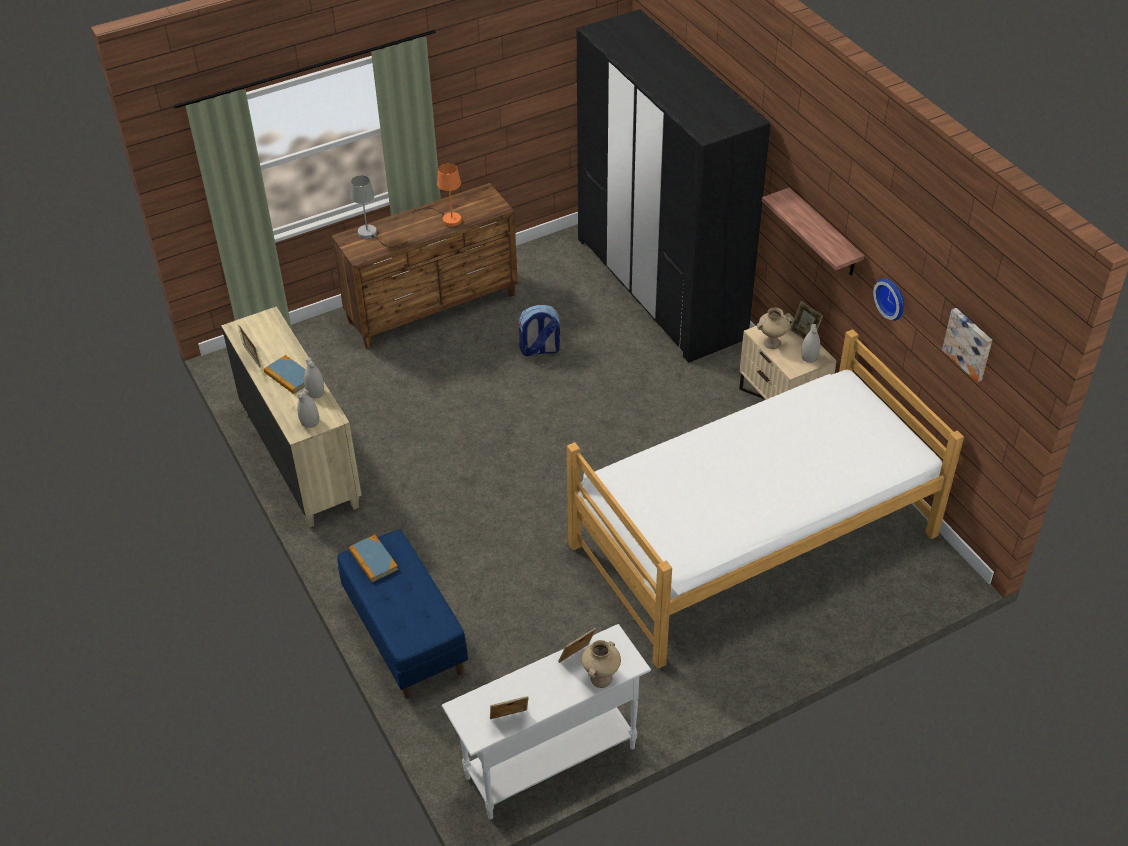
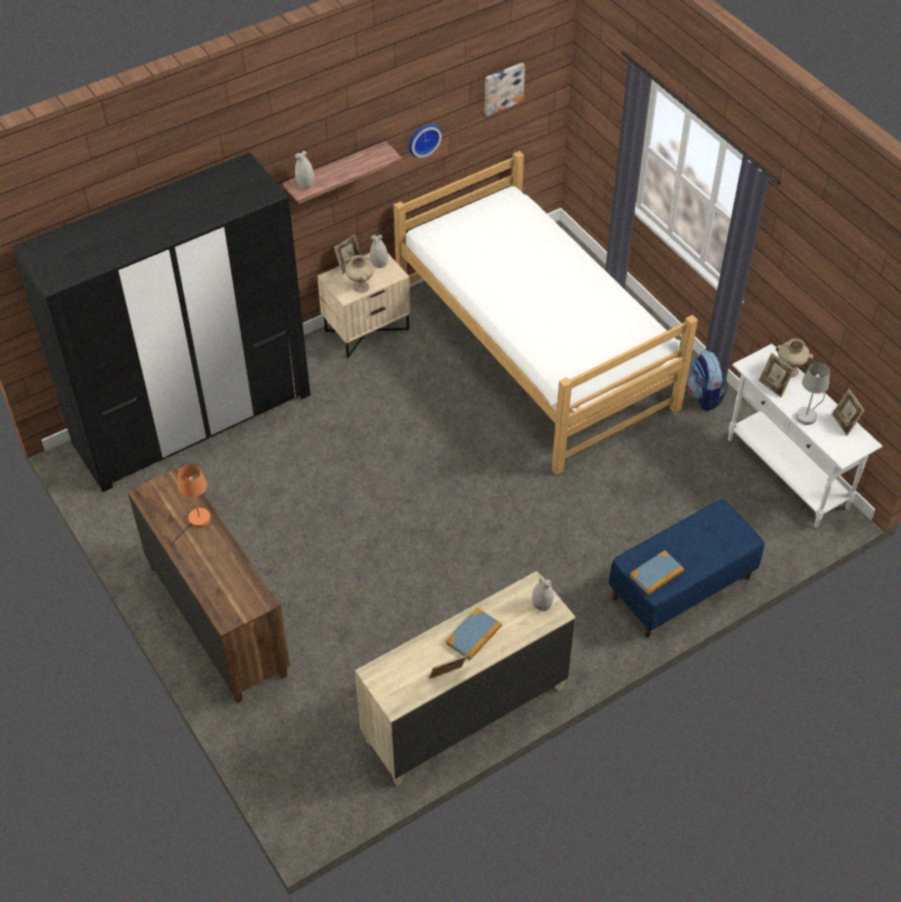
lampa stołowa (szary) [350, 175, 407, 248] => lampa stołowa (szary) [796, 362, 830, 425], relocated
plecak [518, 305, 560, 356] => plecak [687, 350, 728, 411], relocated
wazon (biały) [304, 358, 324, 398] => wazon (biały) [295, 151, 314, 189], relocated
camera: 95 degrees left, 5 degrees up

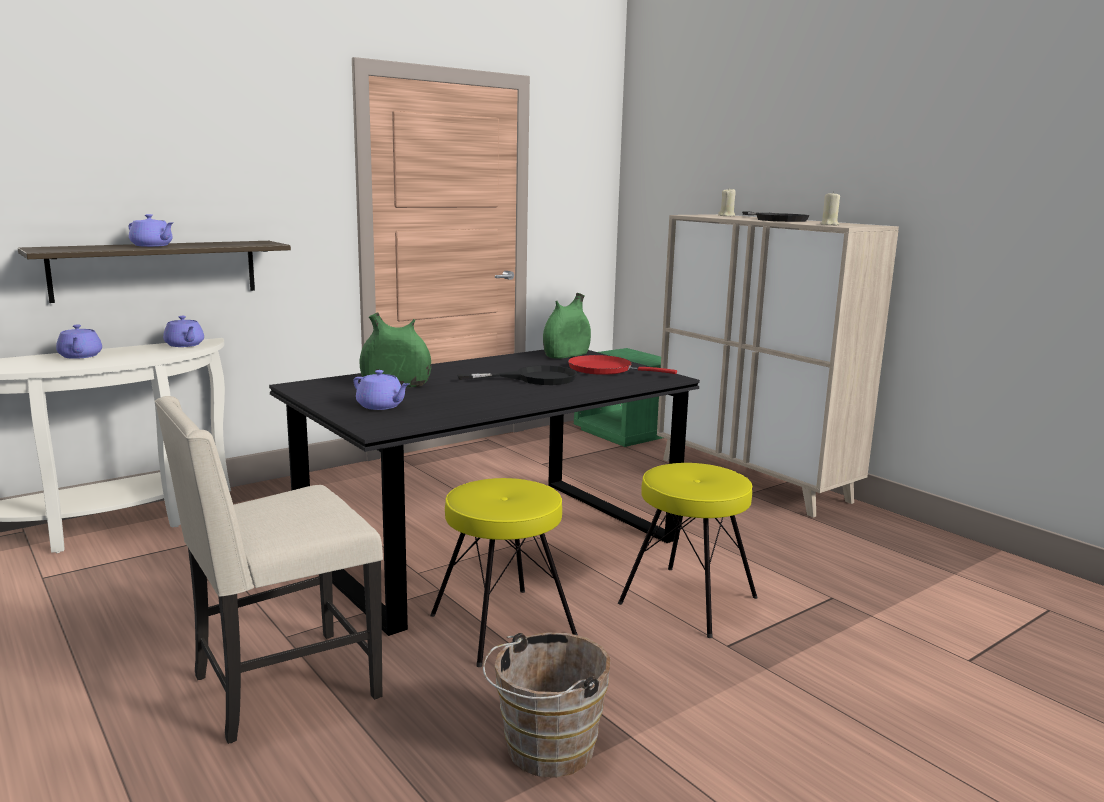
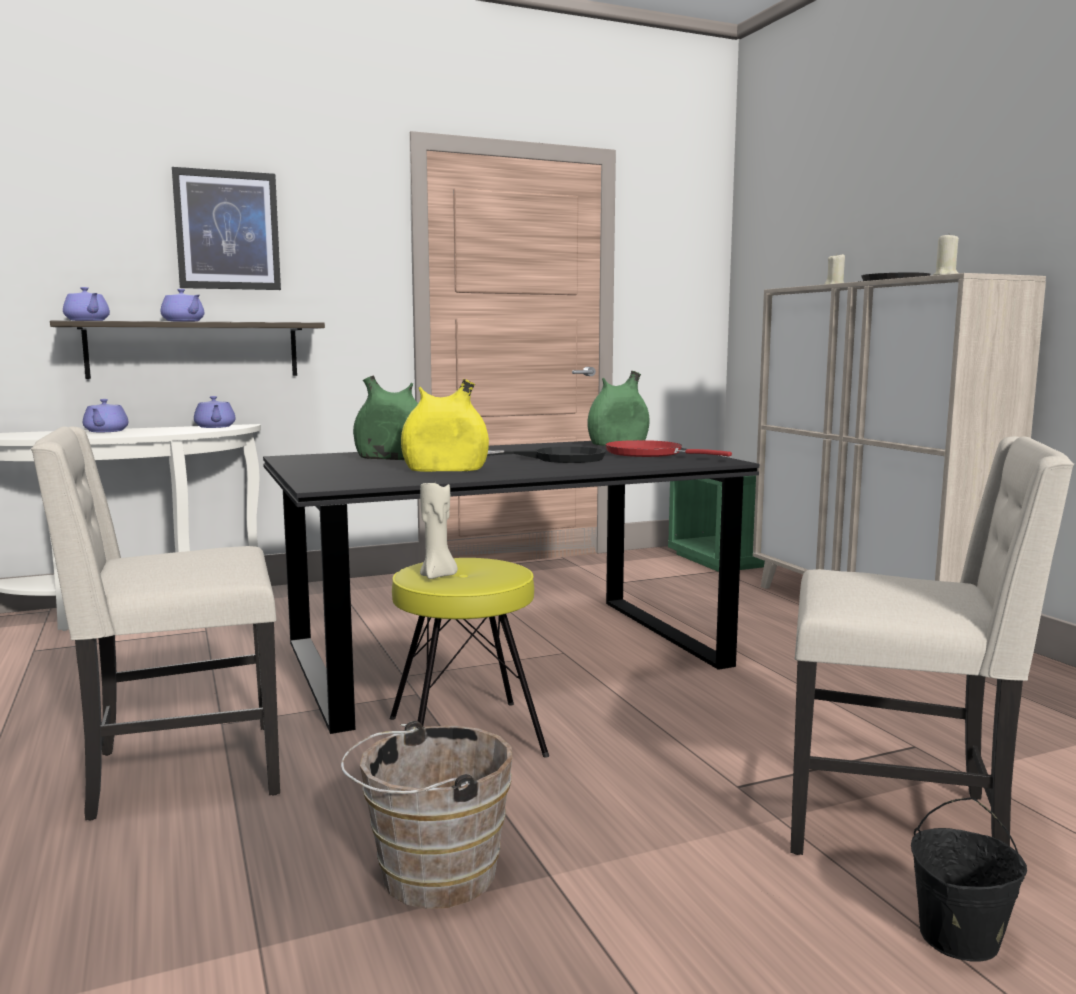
imbryk (fioletowy) [354, 370, 409, 410] => imbryk (fioletowy) [63, 287, 110, 321], relocated
stołek (żółty) [618, 463, 758, 638] => nothing
nothing => obraz [172, 167, 281, 290]
nothing => wazon (żółty) [401, 379, 489, 472]
nothing => krzesło (beżowy) [790, 436, 1074, 855]
nothing => świeca (beżowy) [420, 482, 458, 579]
nothing => wiadro (czarny) [911, 797, 1027, 962]
camera: 15 degrees right, 5 degrees down

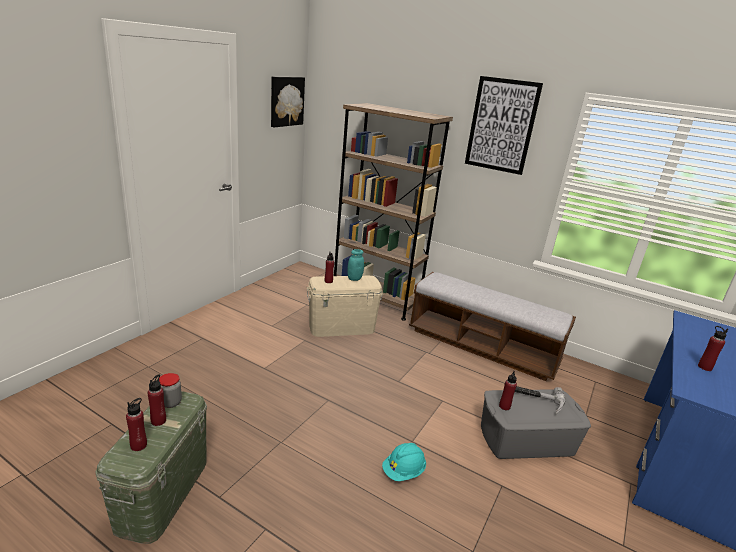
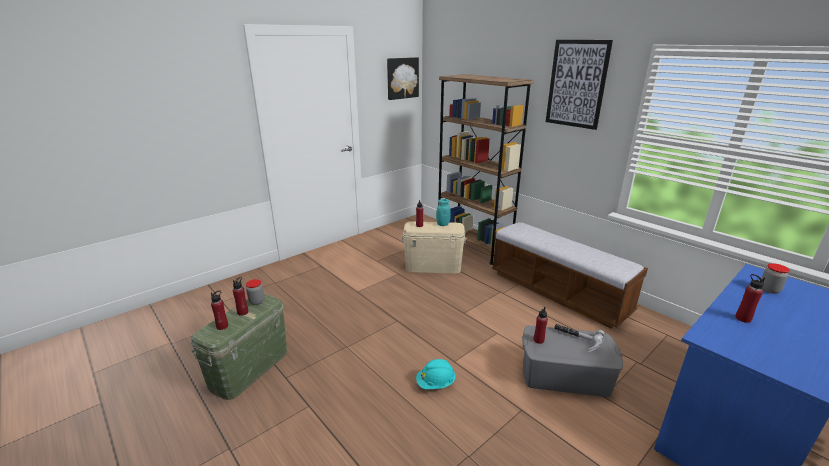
nothing => słoik [761, 263, 790, 294]
camera: 20 degrees right, 0 degrees up

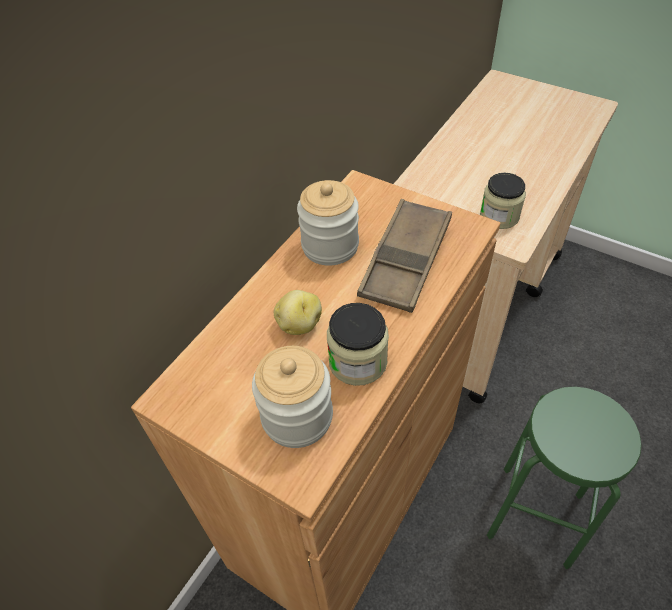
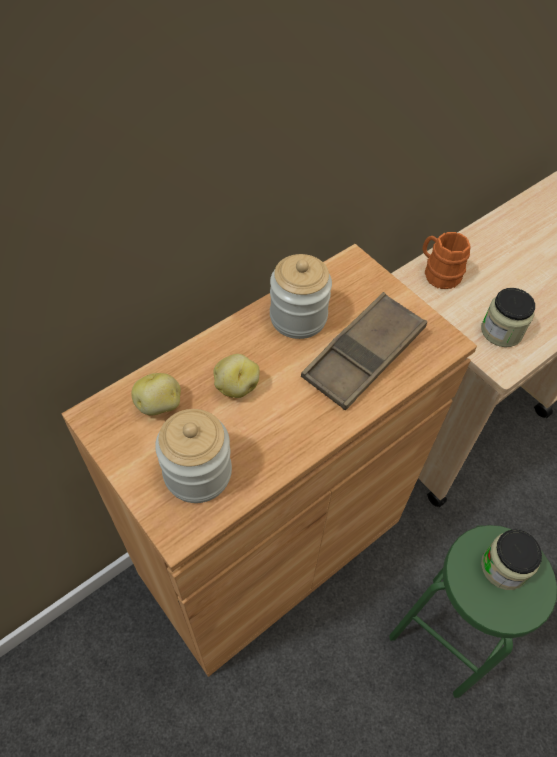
słoik [327, 303, 389, 386] => słoik [481, 529, 542, 590], relocated
nothing => kubek (pomarańczowy) [423, 232, 471, 289]
nothing => ziemniak [131, 373, 181, 415]
camera: 15 degrees right, 5 degrees up

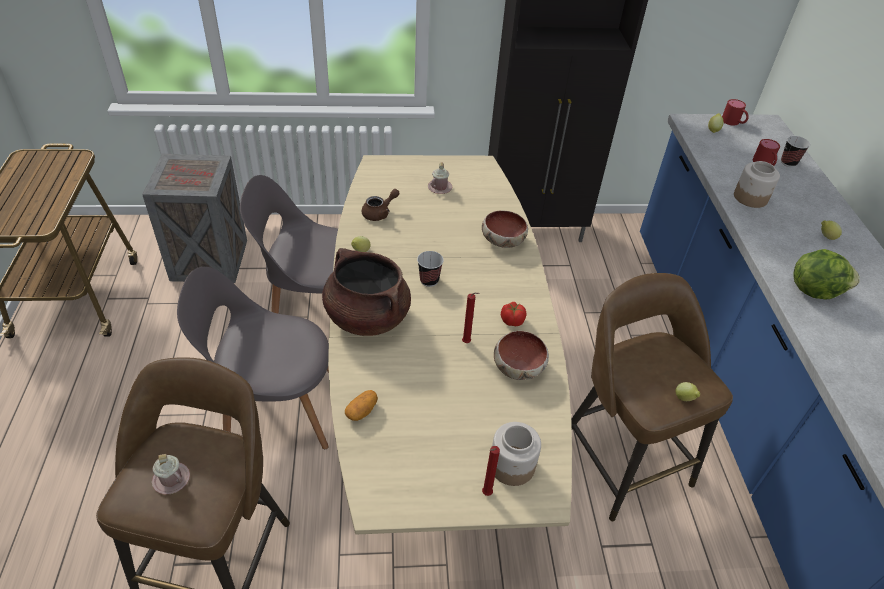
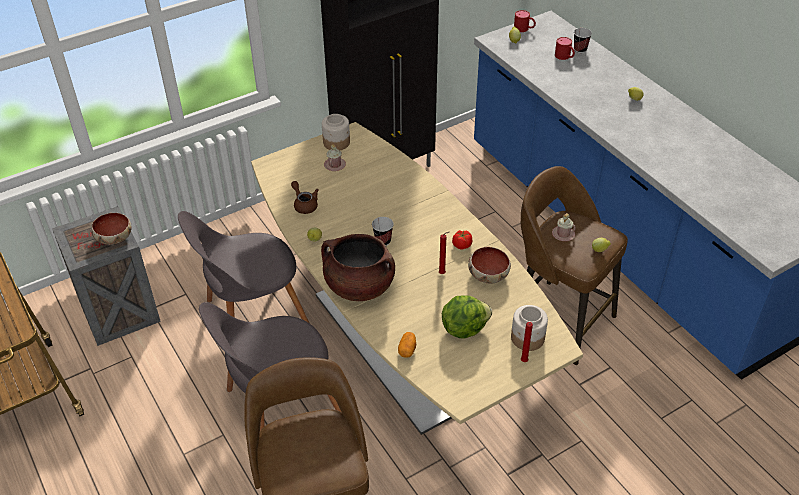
słoik [734, 161, 780, 208] => słoik [322, 114, 350, 150], relocated
imbryk (brązowy) [362, 189, 400, 221] => imbryk (brązowy) [291, 181, 319, 214], 60 degrees counterclockwise
miska [482, 210, 528, 248] => miska [91, 213, 132, 245], relocated
sałata [794, 249, 860, 299] => sałata [442, 295, 492, 339], relocated
kubek (różowy) [152, 454, 190, 494] => kubek (różowy) [552, 213, 576, 241], relocated
camera: 25 degrees left, 0 degrees up

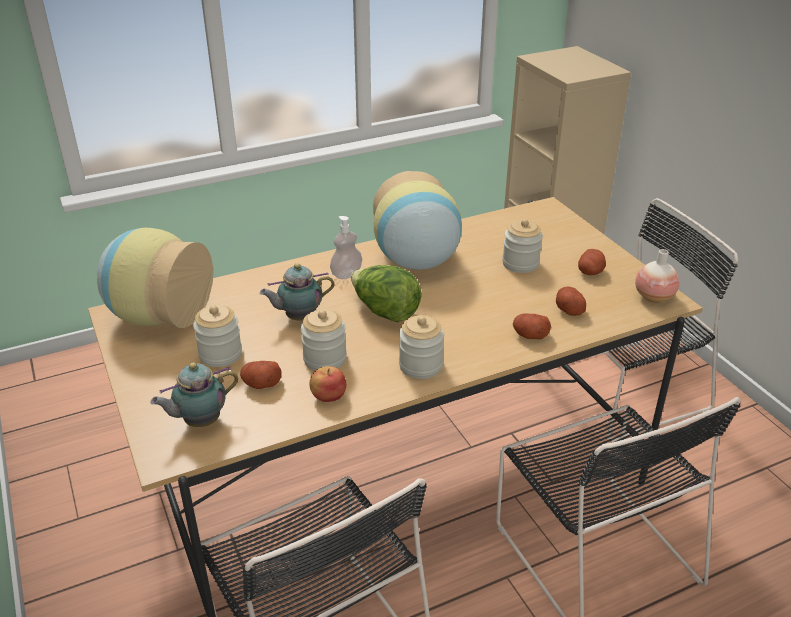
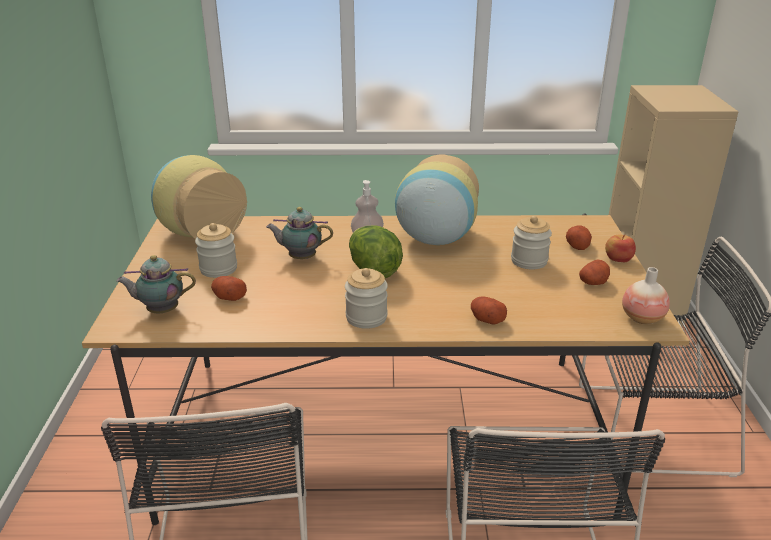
ziemniak [556, 287, 586, 316] => ziemniak [566, 225, 592, 250], relocated
słoik [301, 309, 347, 371] => nothing
jabłko [309, 366, 346, 402] => jabłko [605, 235, 636, 262], relocated
camera: 25 degrees right, 5 degrees down

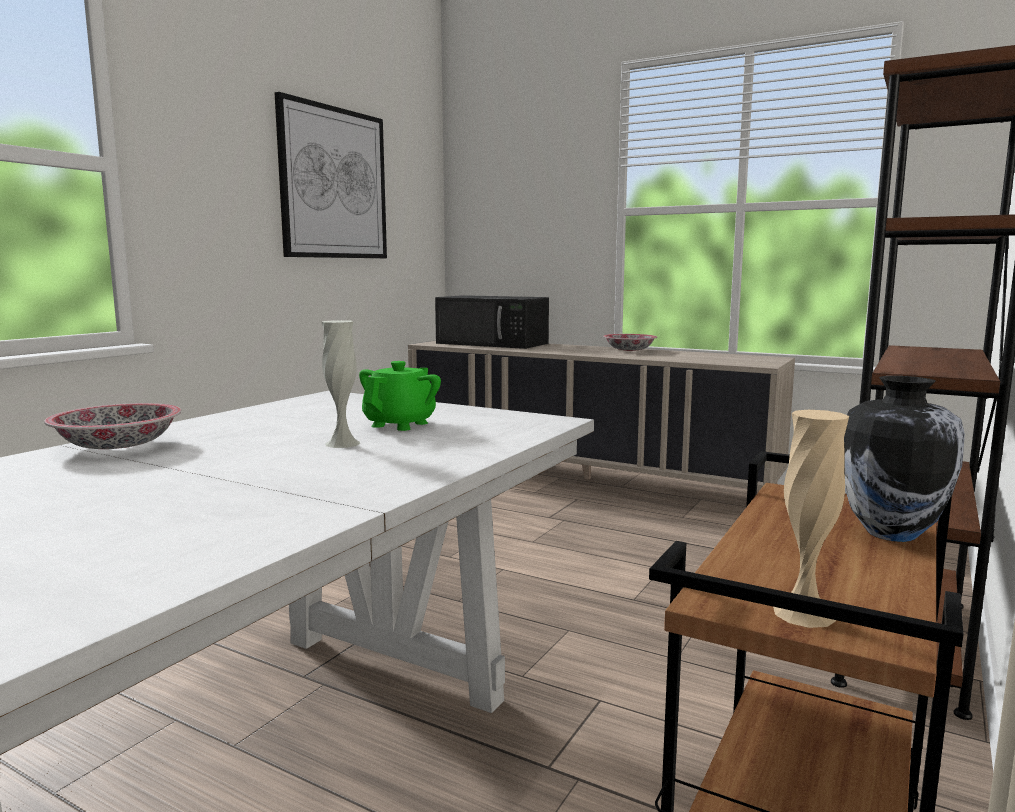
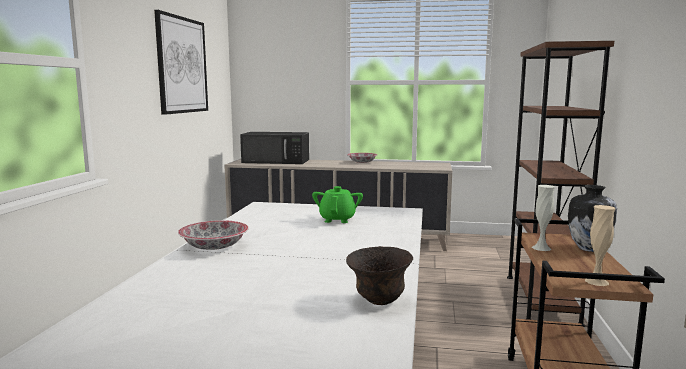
wazon (biały) [322, 320, 360, 448] => wazon (biały) [532, 185, 555, 251], relocated
nothing => miska (brązowy) [346, 246, 413, 305]
camera: 20 degrees left, 0 degrees up

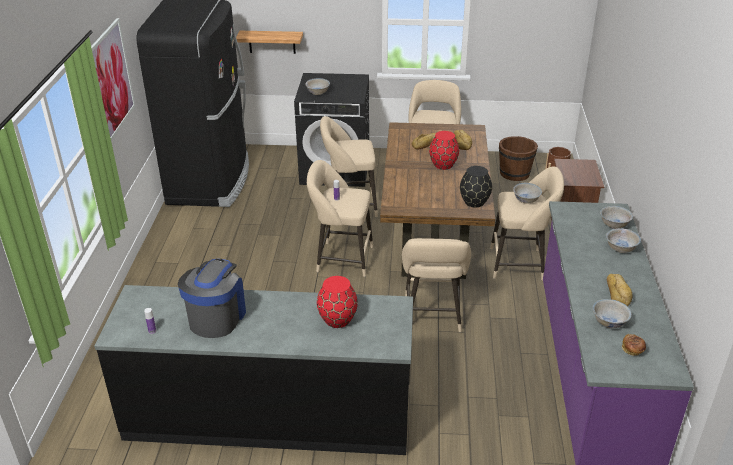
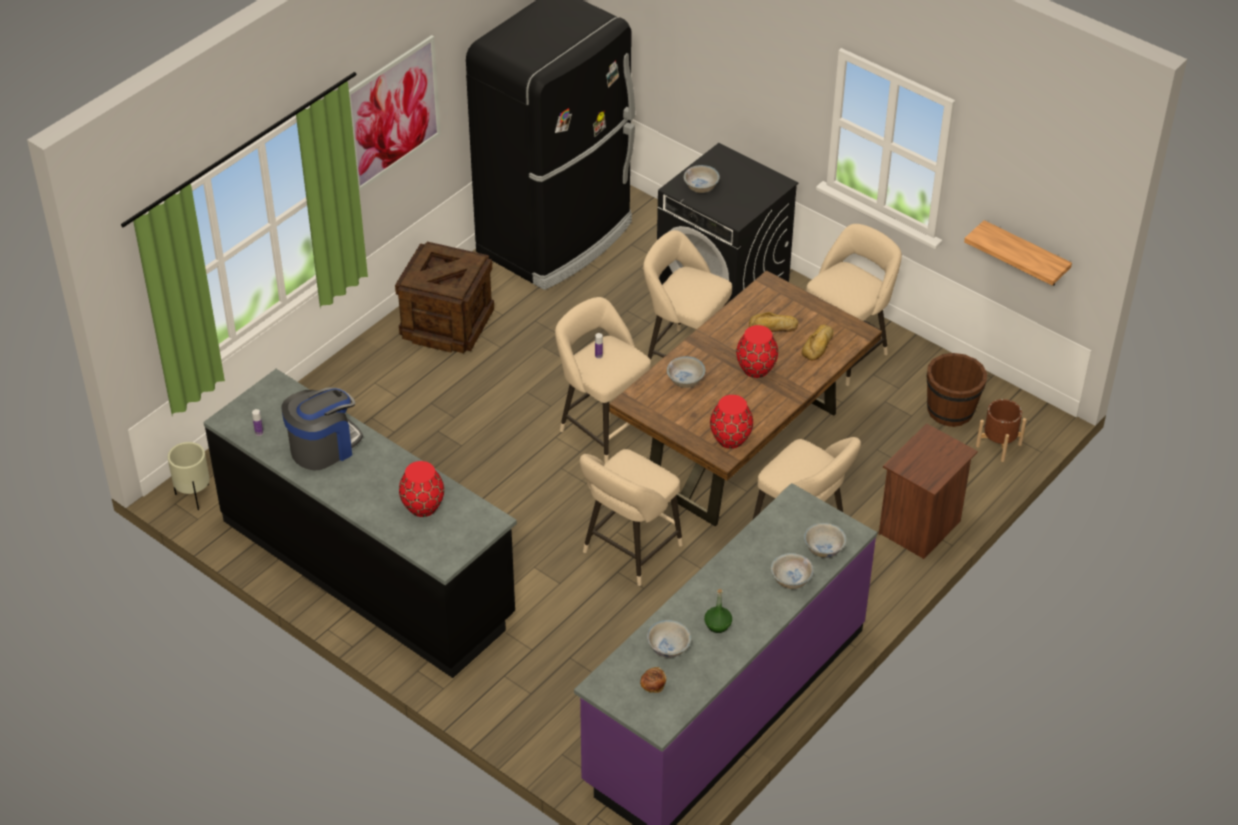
półka [236, 31, 303, 54] => półka [964, 220, 1072, 286], relocated
wazon (czarny) [460, 166, 492, 207] => wazon (czerwony) [710, 395, 753, 449]
miska (biały) [513, 183, 542, 204] => miska (biały) [667, 356, 705, 388], relocated
chleb [607, 274, 633, 306] => butelka (zielony) [704, 589, 732, 633]
nothing => skrzynka [395, 242, 494, 353]
nothing => donica (beżowy) [168, 442, 210, 510]
camera: 35 degrees right, 10 degrees up

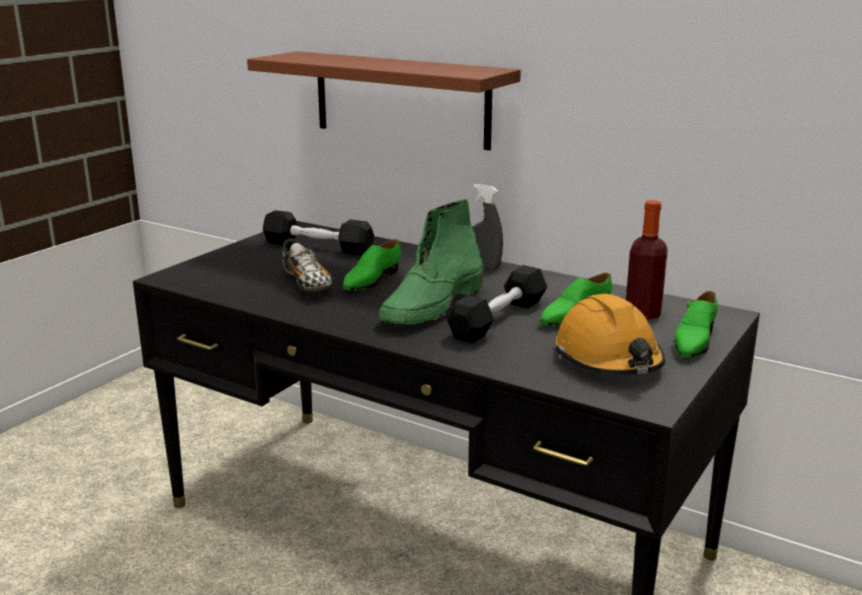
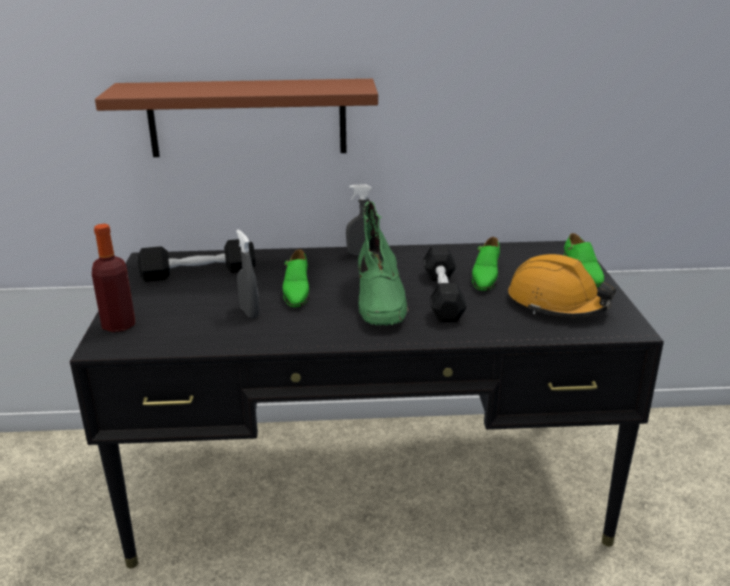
butelka [626, 200, 668, 320] => butelka [92, 224, 135, 332], relocated
but [282, 238, 332, 291] => spryskiwacz (szary) [236, 230, 259, 318]
camera: 35 degrees left, 5 degrees up

